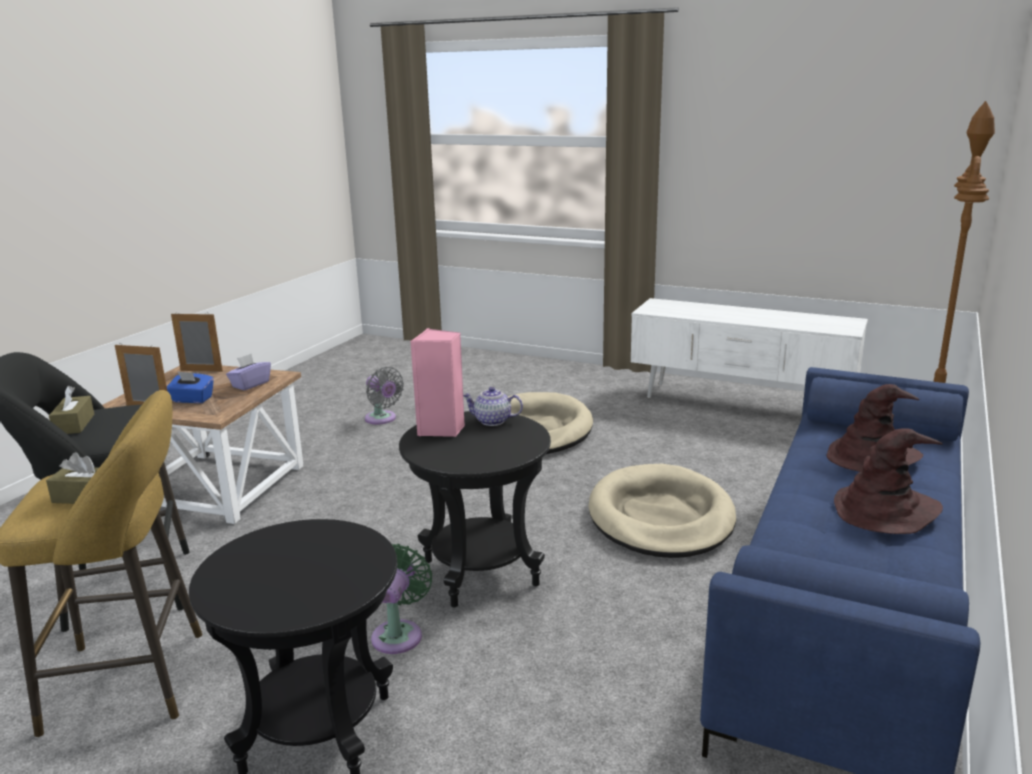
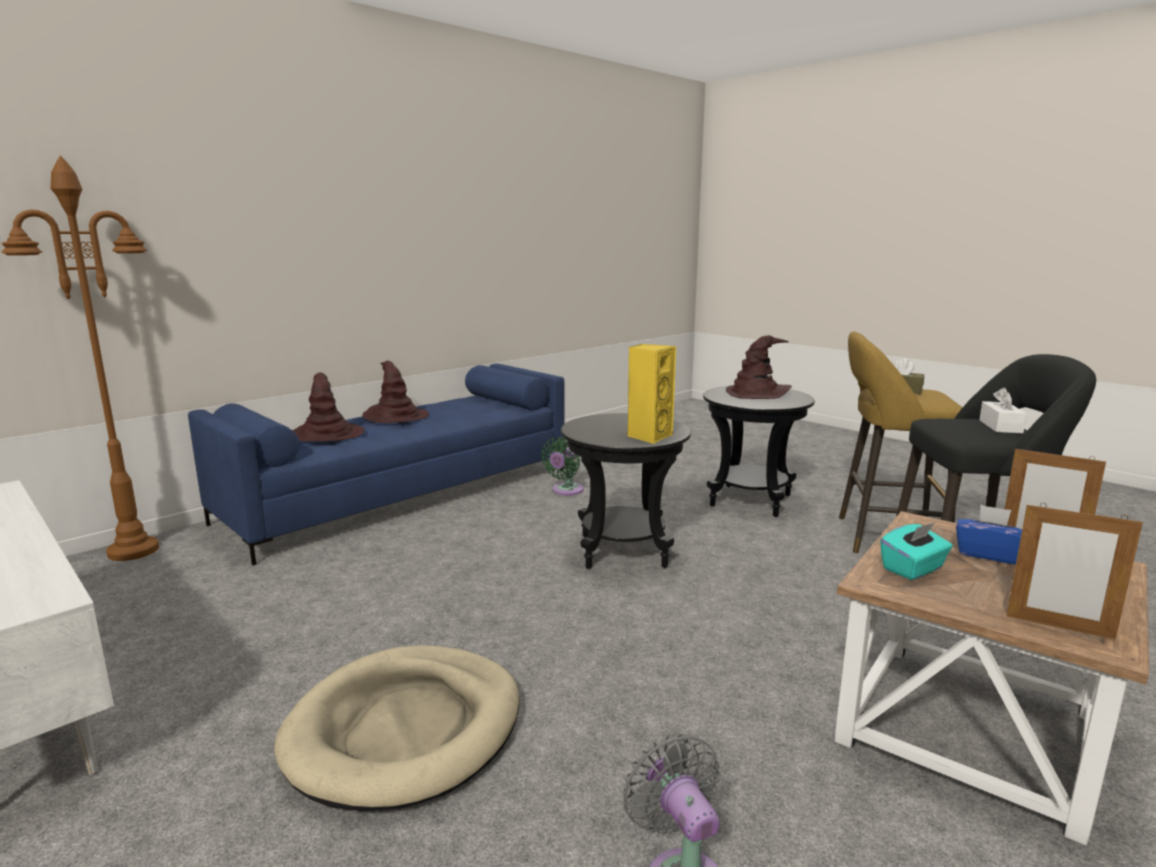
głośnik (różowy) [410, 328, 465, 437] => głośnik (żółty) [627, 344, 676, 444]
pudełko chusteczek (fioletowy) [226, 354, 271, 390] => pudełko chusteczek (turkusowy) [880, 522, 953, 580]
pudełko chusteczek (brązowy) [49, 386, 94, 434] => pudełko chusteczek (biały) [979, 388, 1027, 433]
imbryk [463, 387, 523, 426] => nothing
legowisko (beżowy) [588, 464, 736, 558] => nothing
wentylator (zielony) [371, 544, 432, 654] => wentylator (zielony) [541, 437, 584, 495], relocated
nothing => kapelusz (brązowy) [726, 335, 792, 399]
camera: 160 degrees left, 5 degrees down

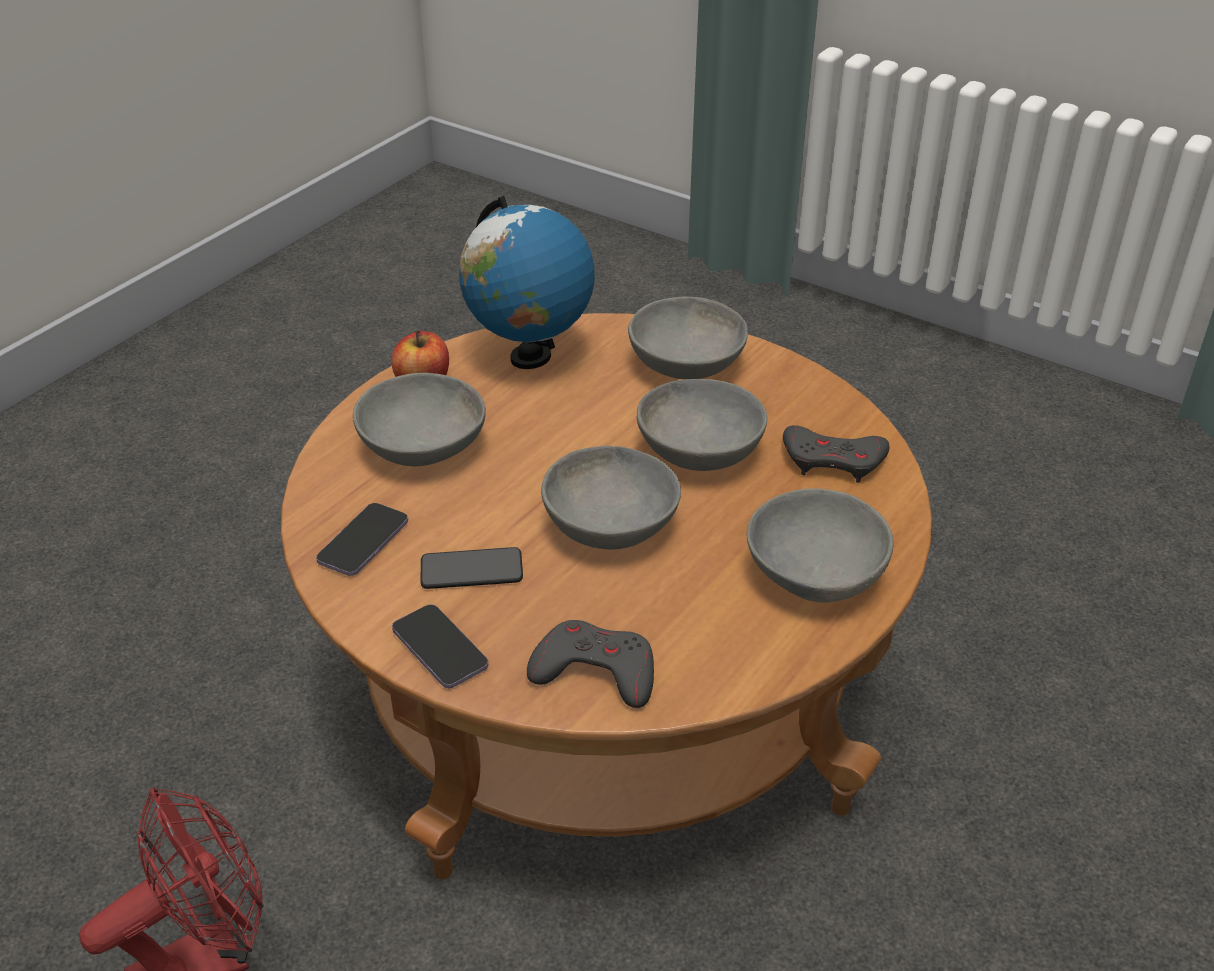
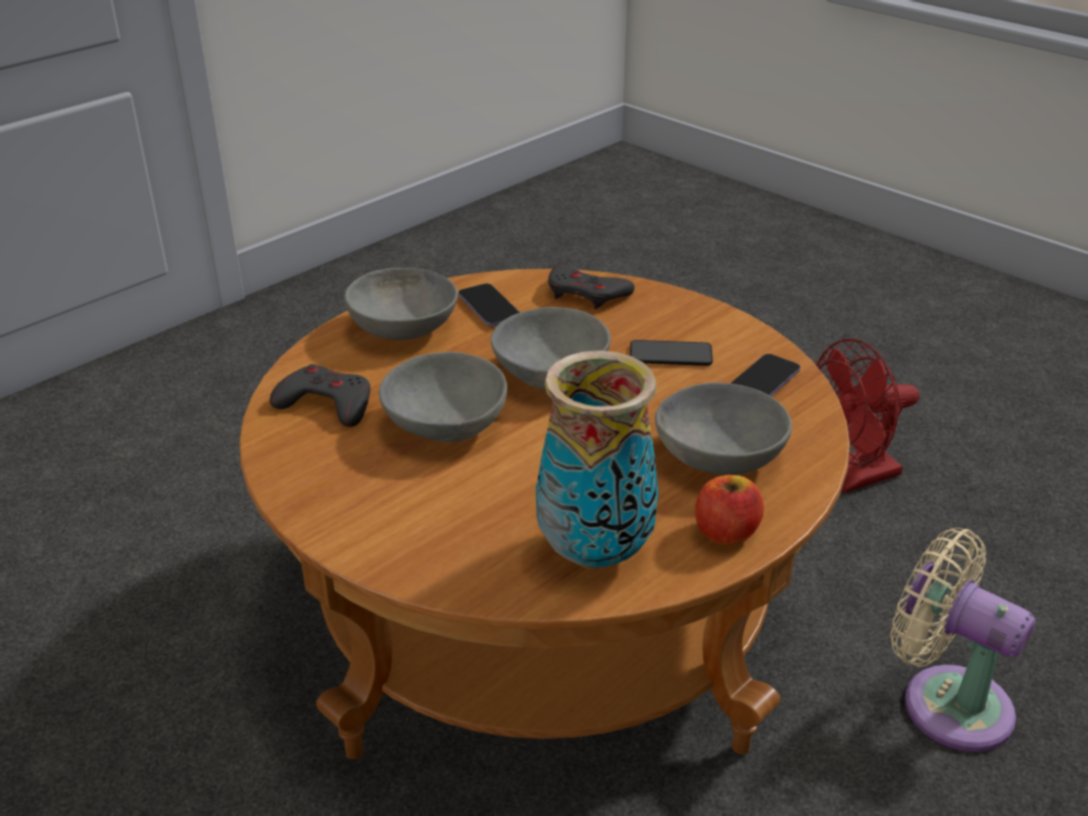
globus [459, 196, 595, 369] => wazon [536, 350, 659, 569]
miska (szary) [628, 296, 748, 379] => nothing
telefon [392, 604, 488, 688] => telefon [458, 284, 520, 327], relocated
nothing => wentylator (beżowy) [890, 528, 1035, 752]
camera: 170 degrees left, 5 degrees down

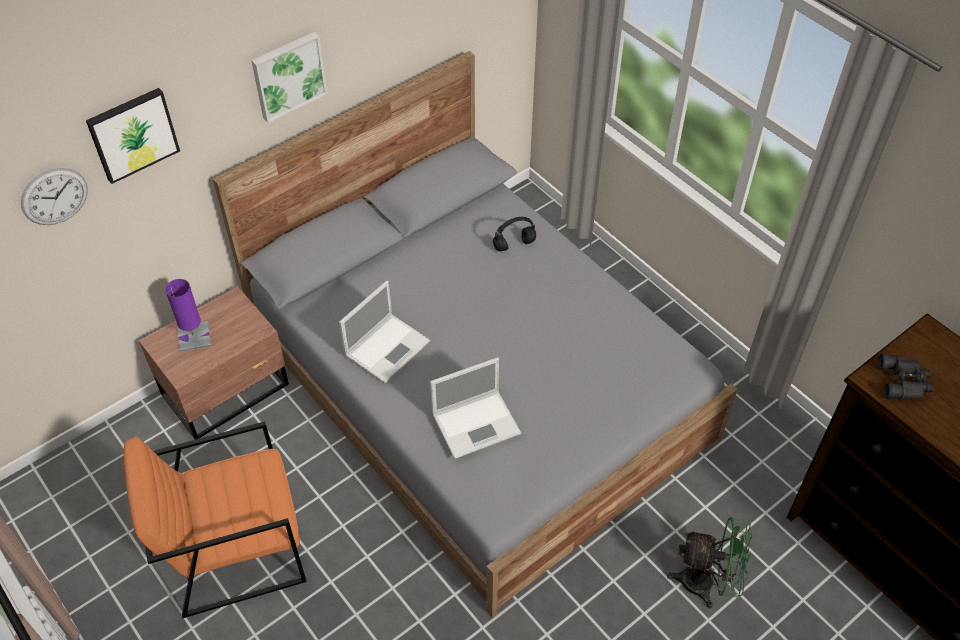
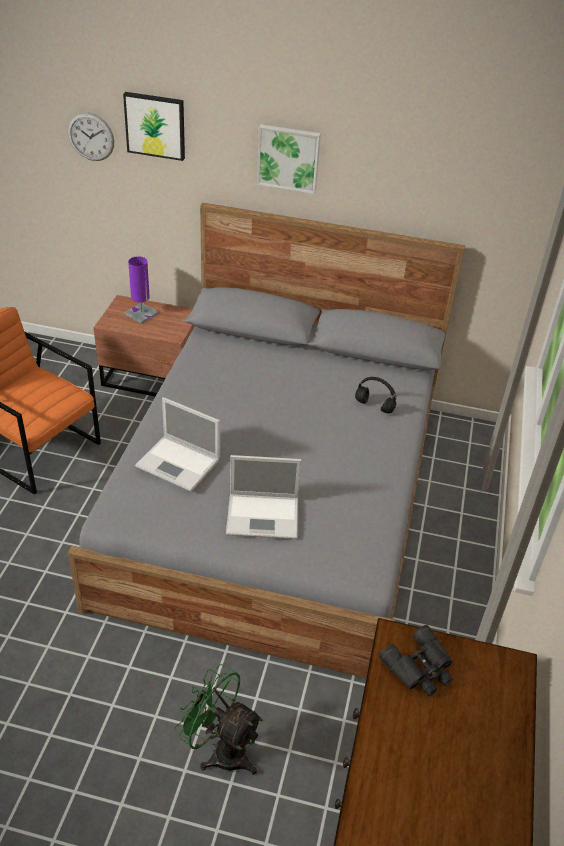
laptop [339, 281, 430, 384] => laptop [226, 455, 301, 539], relocated
wentylator (zielony) [667, 517, 752, 608] => wentylator (zielony) [174, 664, 263, 775], 150 degrees clockwise
camera: 50 degrees right, 10 degrees down

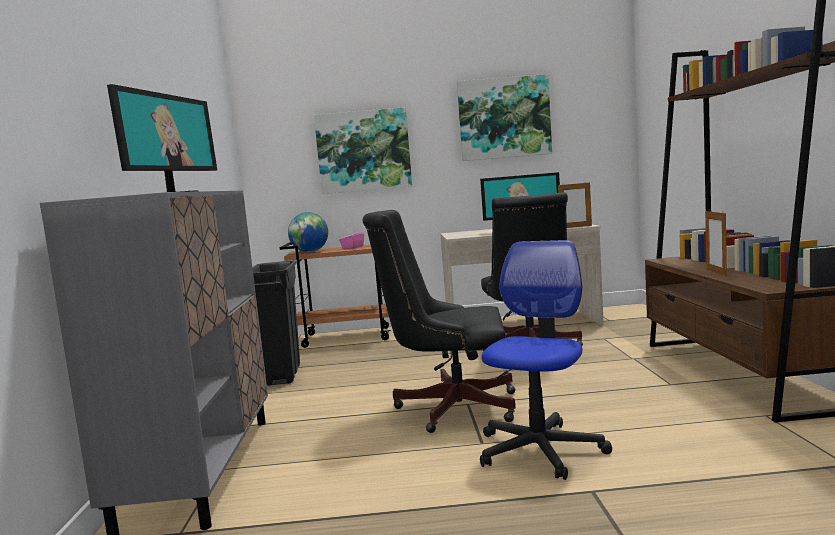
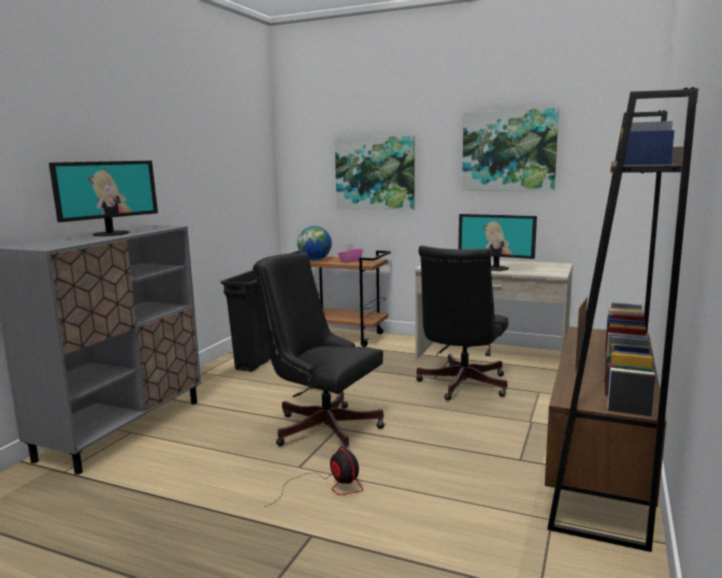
ramka na zdjęcie [558, 181, 592, 228] => nothing
krzesło biurowe [480, 240, 612, 480] => wentylator [264, 449, 363, 507]
camera: 25 degrees right, 5 degrees up

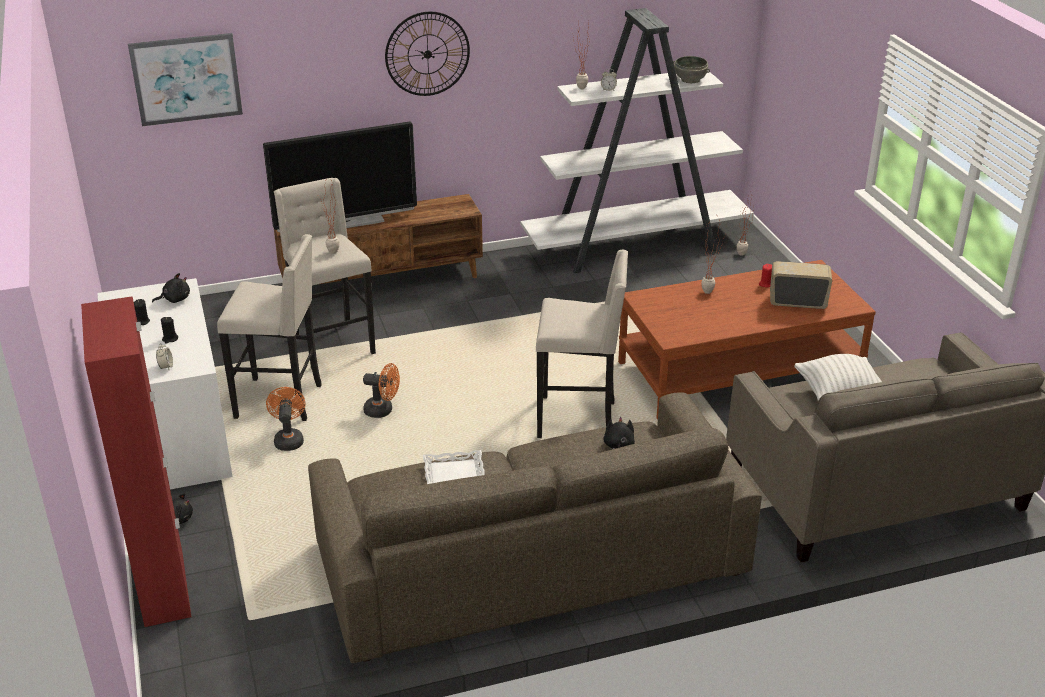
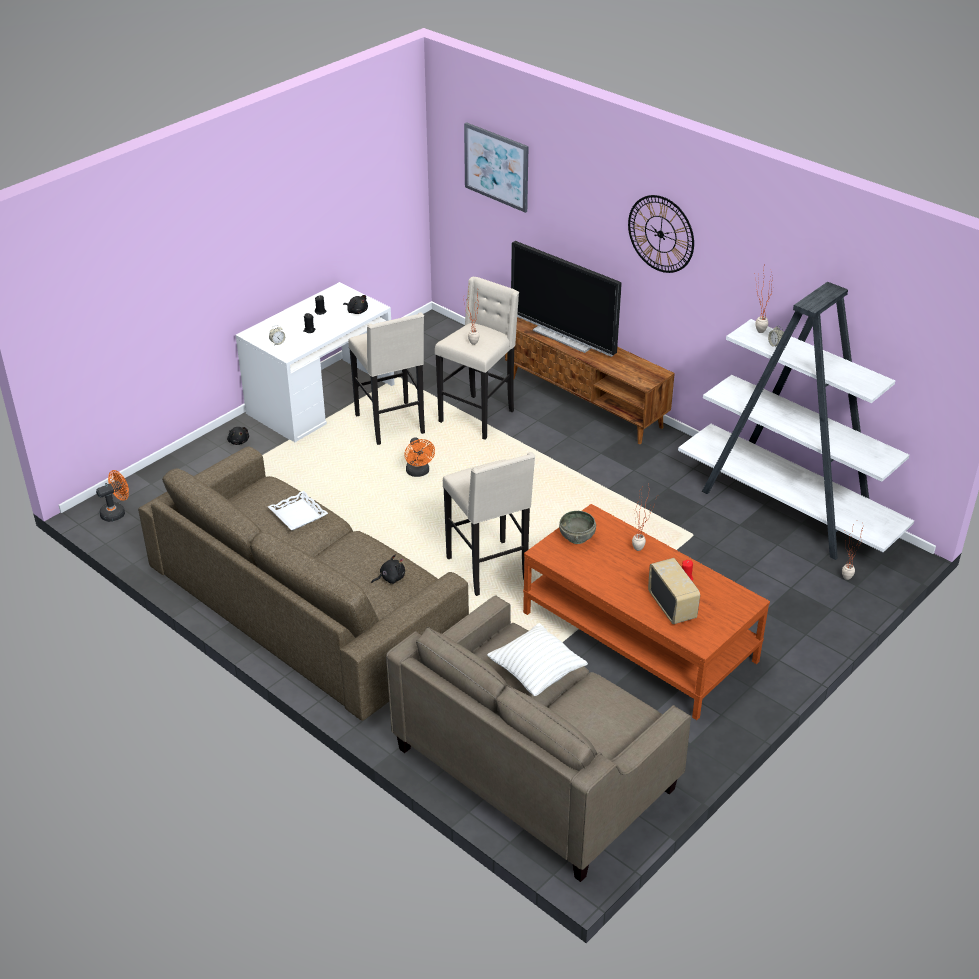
miska (szary) [673, 56, 710, 83] => miska (szary) [559, 511, 596, 544], relocated
szafka (czerwony) [81, 296, 191, 627] => nothing
wentylator (pomarańczowy) [266, 387, 306, 451] => wentylator (pomarańczowy) [96, 470, 129, 522], relocated
camera: 60 degrees right, 5 degrees up

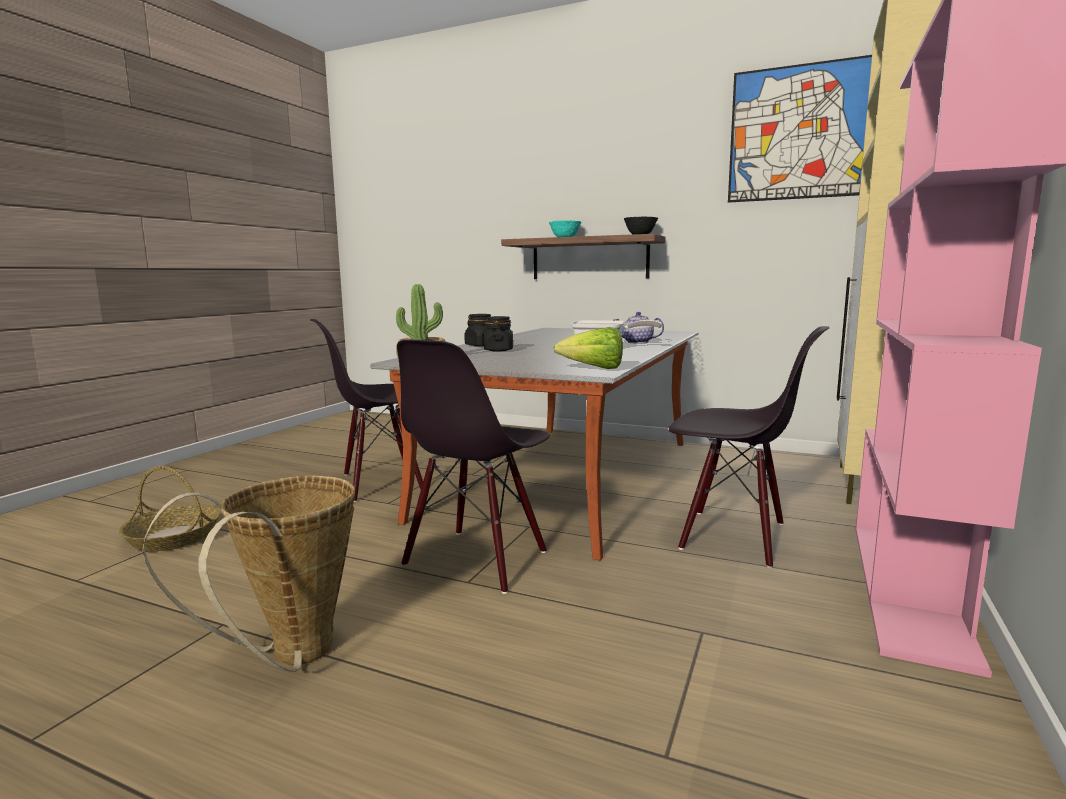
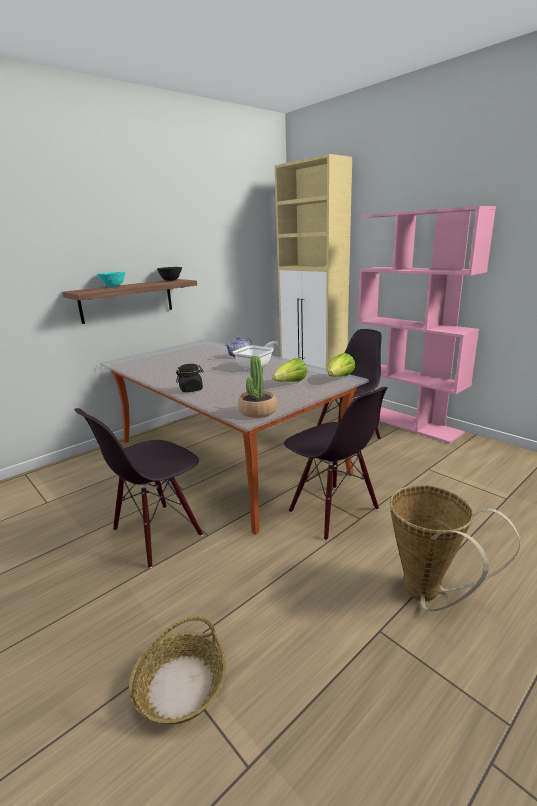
obraz [728, 55, 872, 203] => nothing
słoik (czarny) [484, 316, 513, 352] => nothing
krzesło (czarny) [310, 319, 423, 502] => krzesło (czarny) [74, 408, 203, 569], 45 degrees clockwise
nothing => sałata [272, 358, 307, 382]
camera: 65 degrees left, 10 degrees up

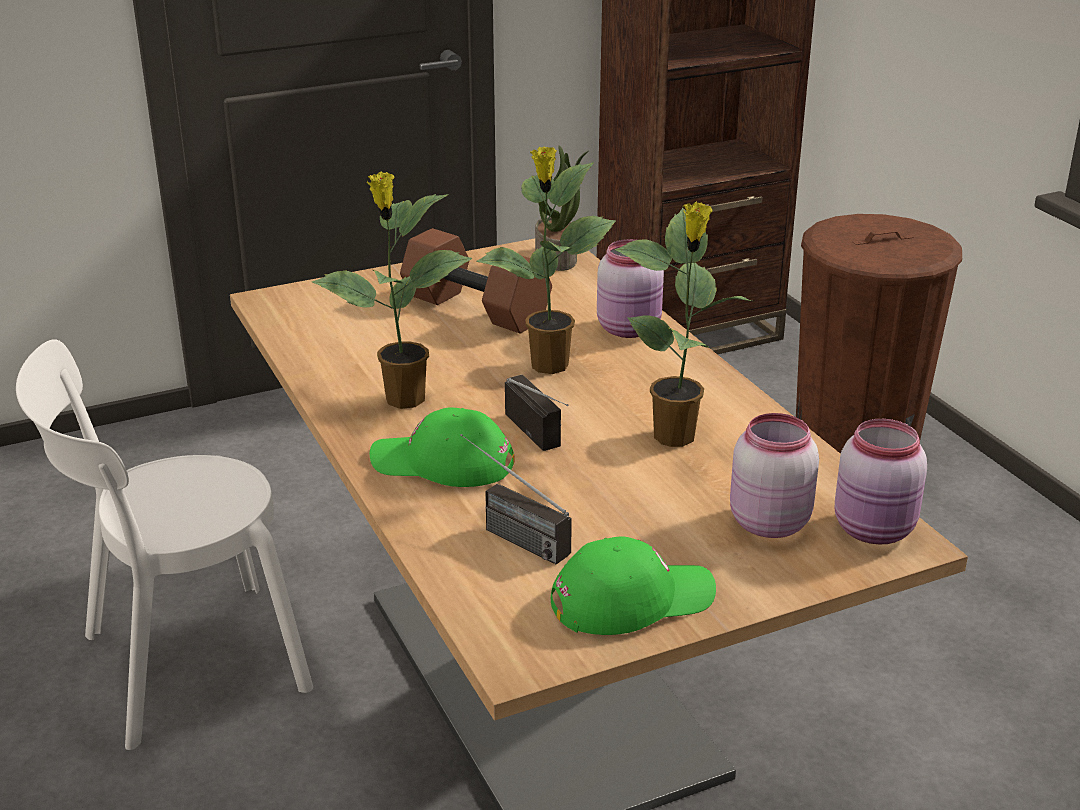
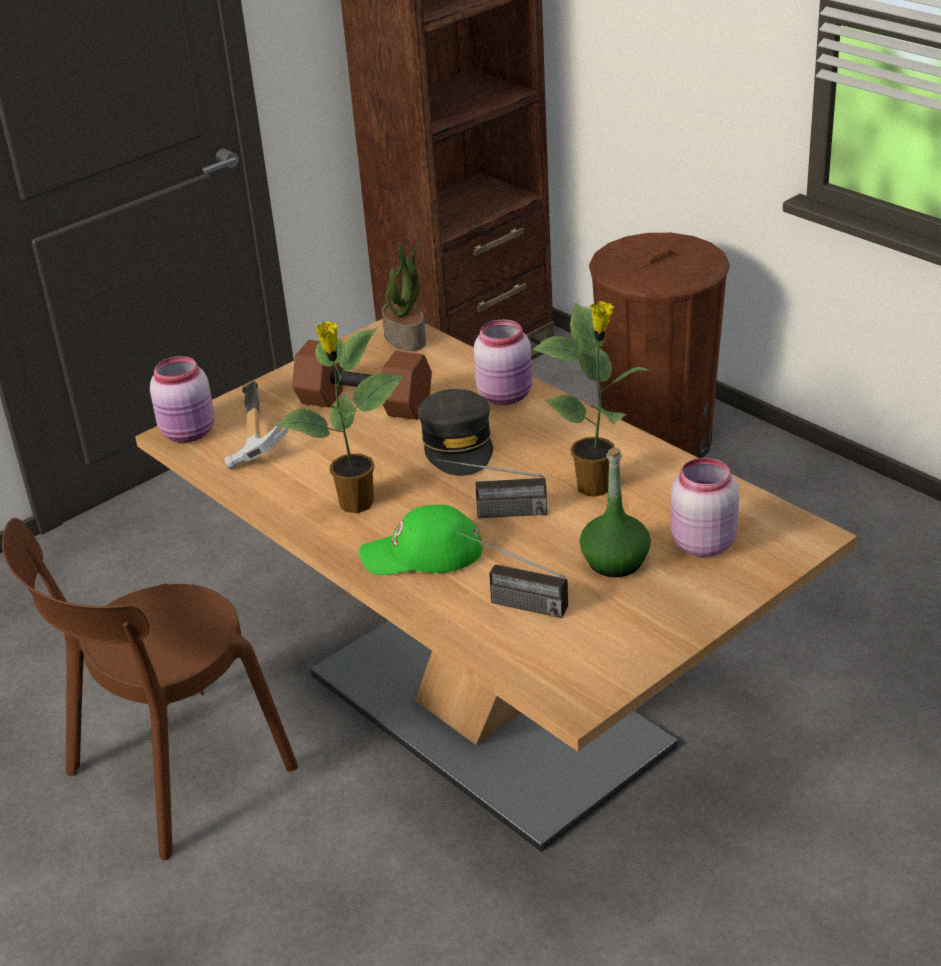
roślina doniczkowa [477, 146, 616, 374] => czapka z daszkiem (szary) [418, 389, 493, 476]
krzesło (biały) [16, 339, 313, 750] => krzesło (brązowy) [2, 518, 298, 861]
radio [505, 374, 568, 451] => radio [435, 459, 547, 518], 135 degrees clockwise
słoik (różowy) [835, 419, 927, 544] => słoik (różowy) [150, 356, 215, 443], relocated
czapka z daszkiem (zielony) [551, 536, 716, 635] => nothing
nothing => młotek [224, 381, 288, 469]
nothing => butelka (zielony) [580, 447, 651, 577]
camera: 15 degrees left, 5 degrees up

